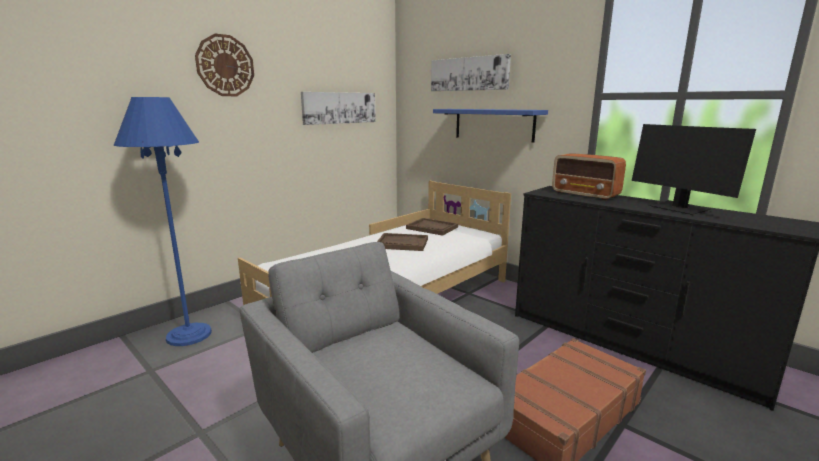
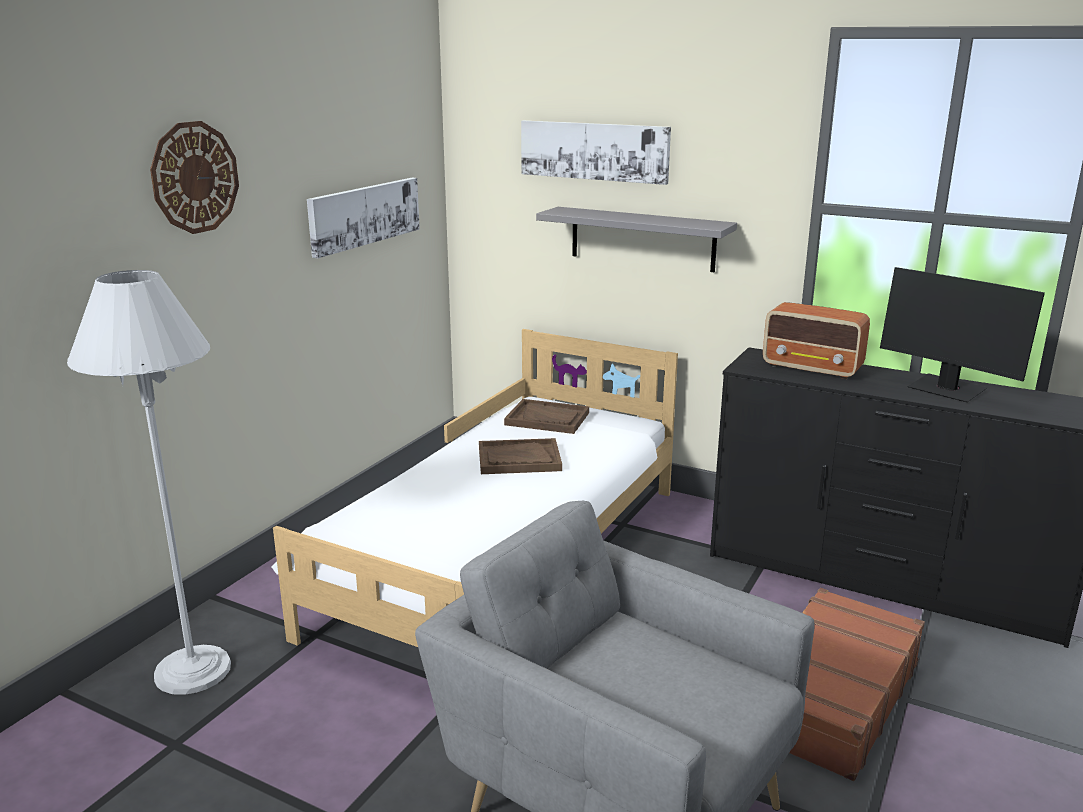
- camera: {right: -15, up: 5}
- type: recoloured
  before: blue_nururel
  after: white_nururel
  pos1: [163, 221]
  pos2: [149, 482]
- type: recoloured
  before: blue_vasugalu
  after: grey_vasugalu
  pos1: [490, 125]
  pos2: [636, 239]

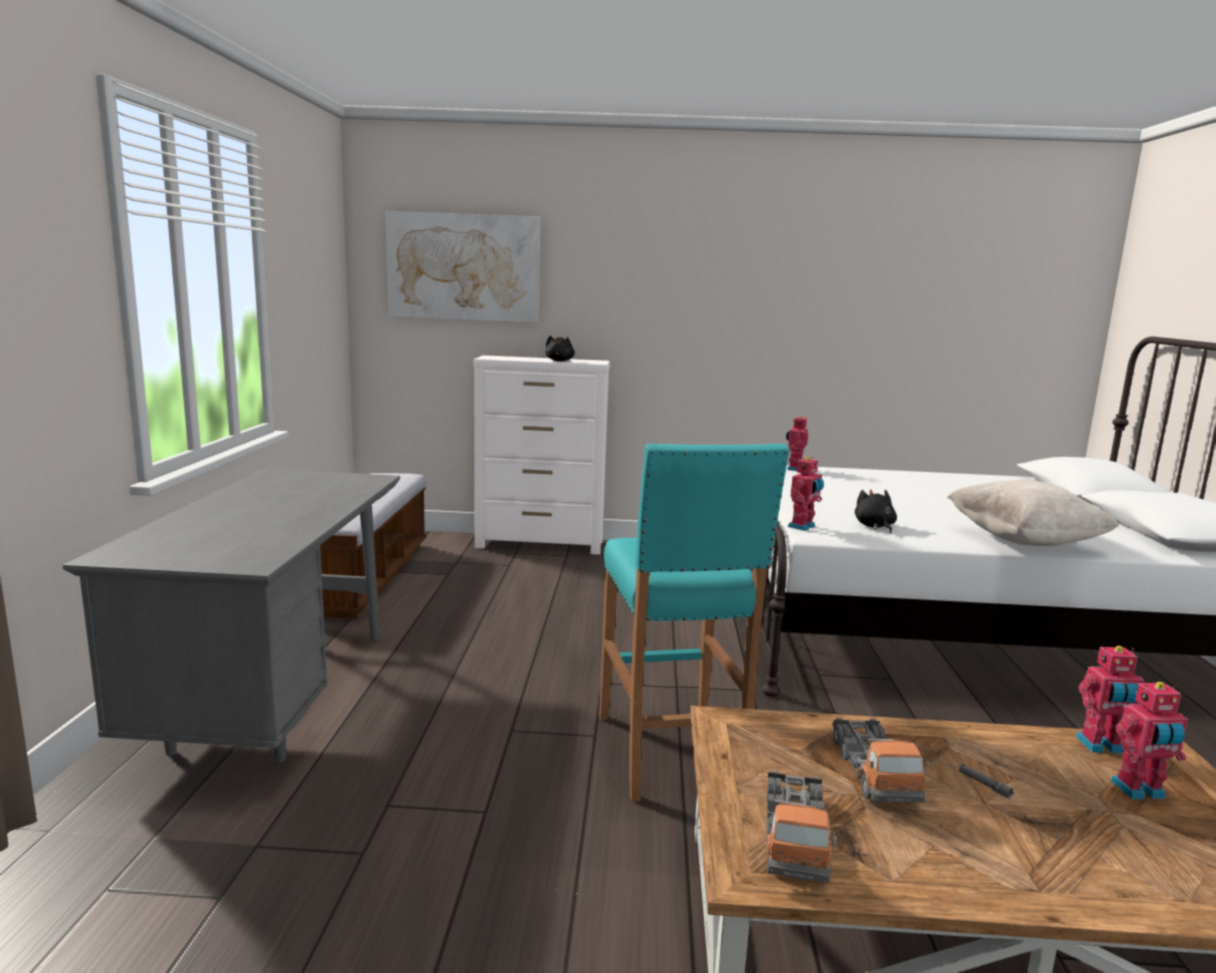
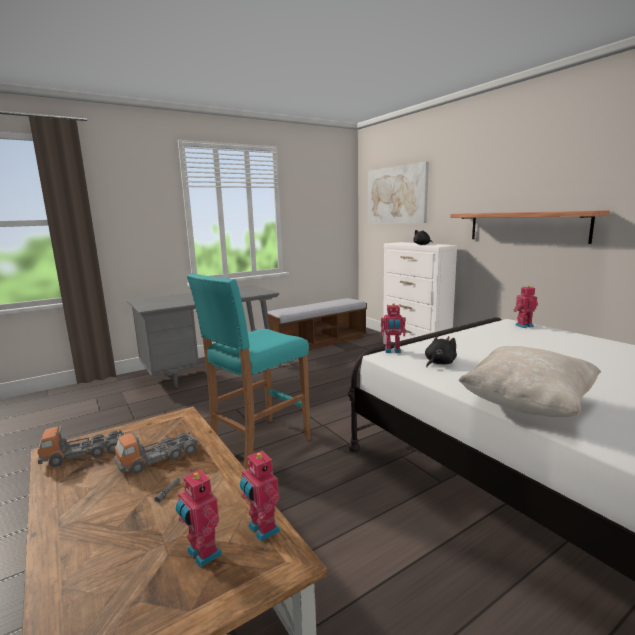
- camera: {right: 55, up: 0}
- type: added
  after: vasugalu
  pos2: [529, 227]

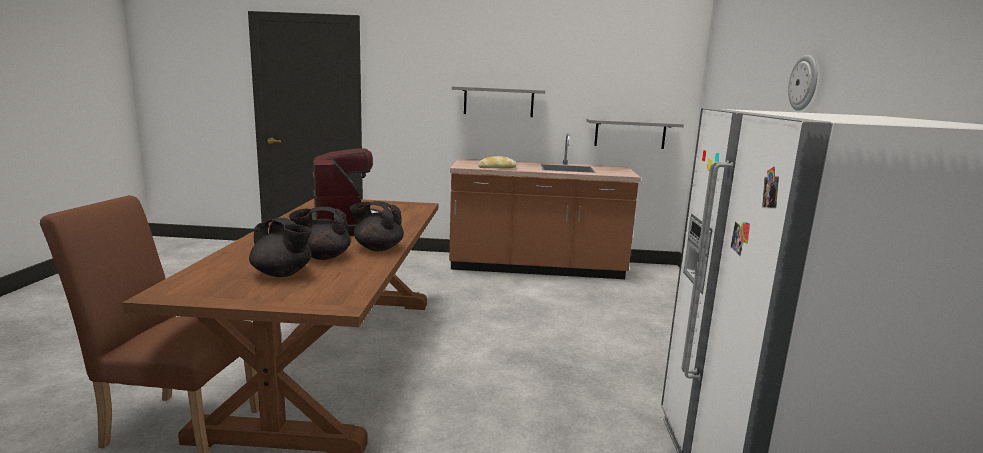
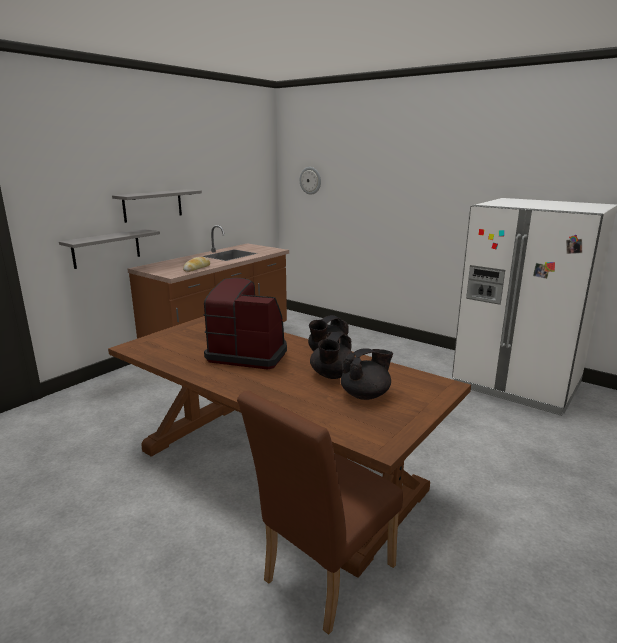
- camera: {right: -55, up: 5}
- type: moved
  before: grey_vasugalu
  pos1: [635, 133]
  pos2: [109, 249]
- type: moved
  before: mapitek
  pos1: [802, 83]
  pos2: [310, 181]

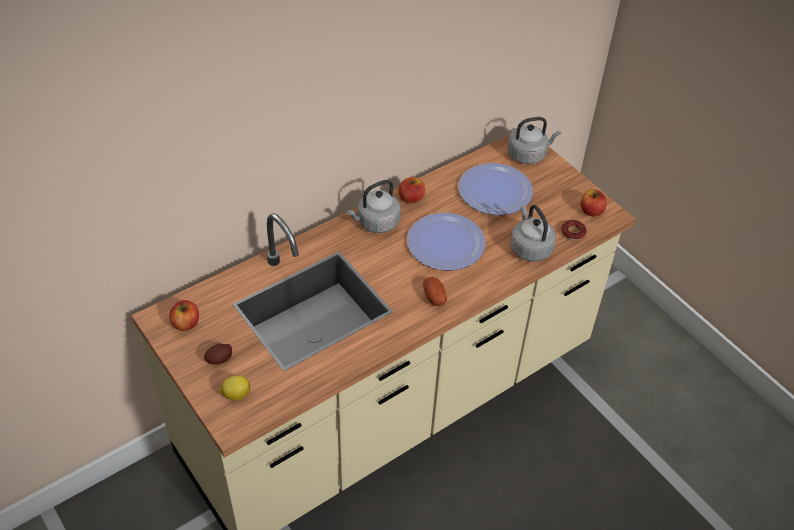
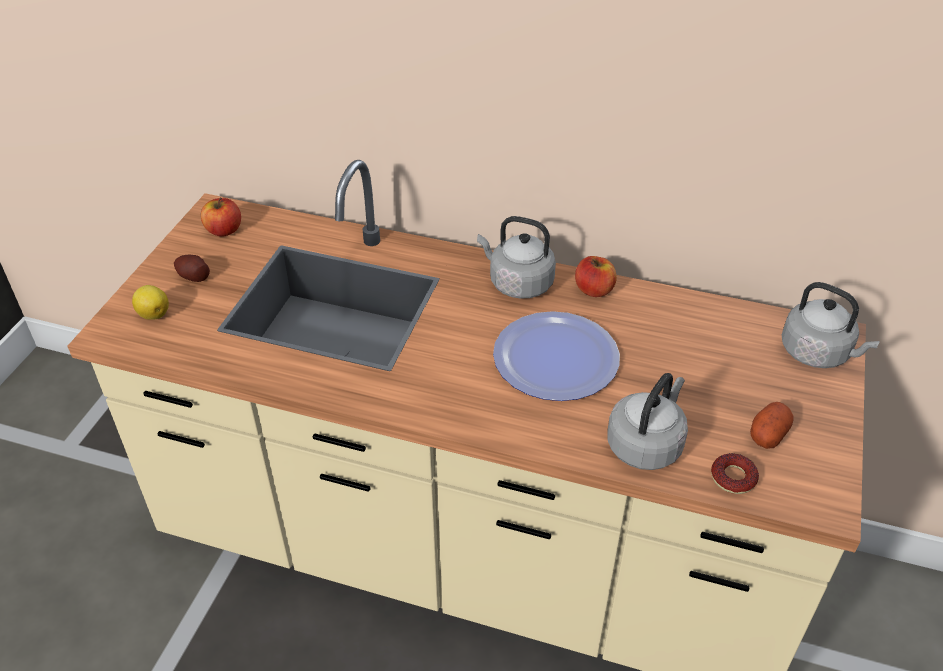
- camera: {right: 55, up: -5}
- type: removed
  before: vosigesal
  pos1: [495, 189]
- type: removed
  before: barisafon
  pos1: [594, 203]
- type: moved
  before: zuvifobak
  pos1: [435, 291]
  pos2: [772, 425]

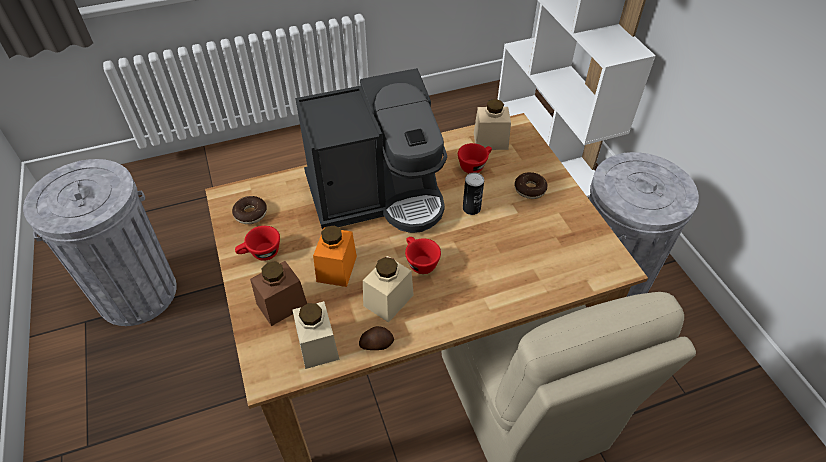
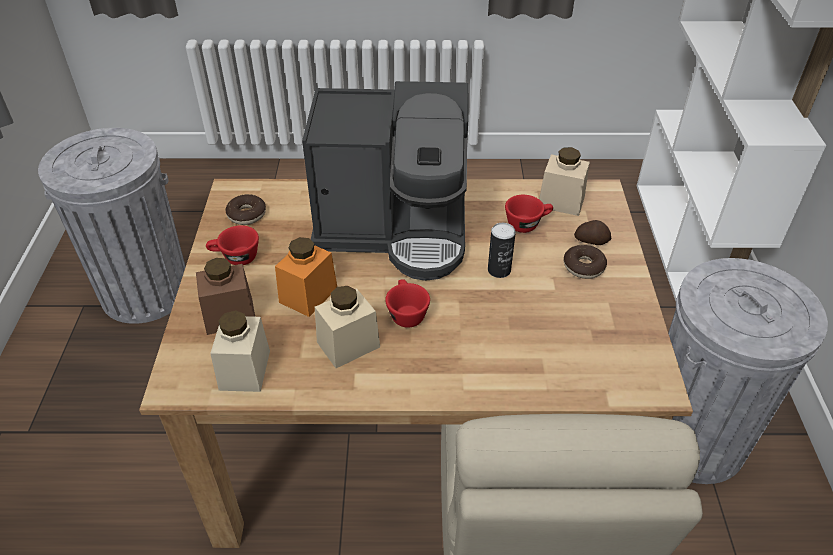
- camera: {right: 20, up: -5}
- type: moved
  before: zuvifobak
  pos1: [376, 338]
  pos2: [592, 232]

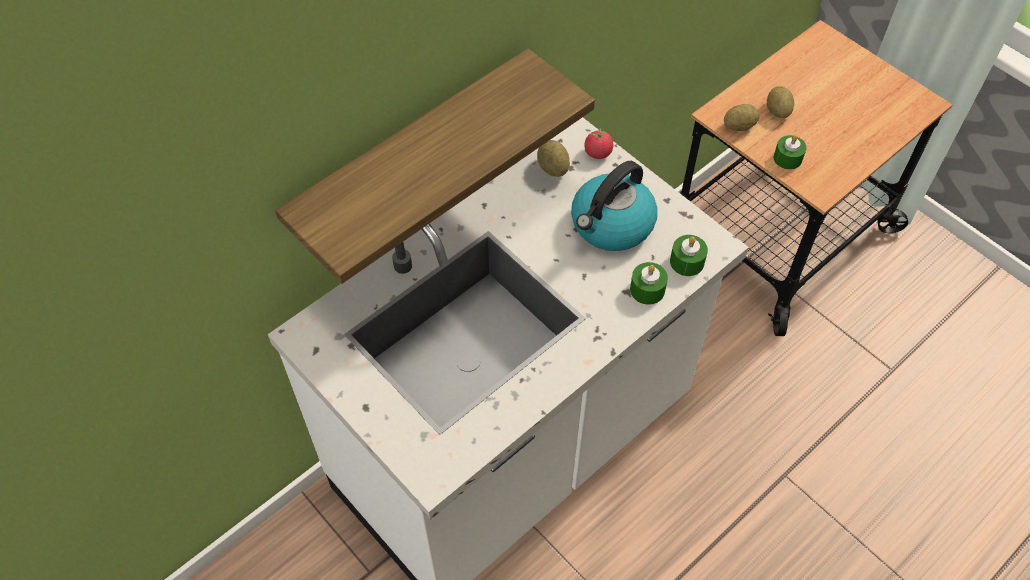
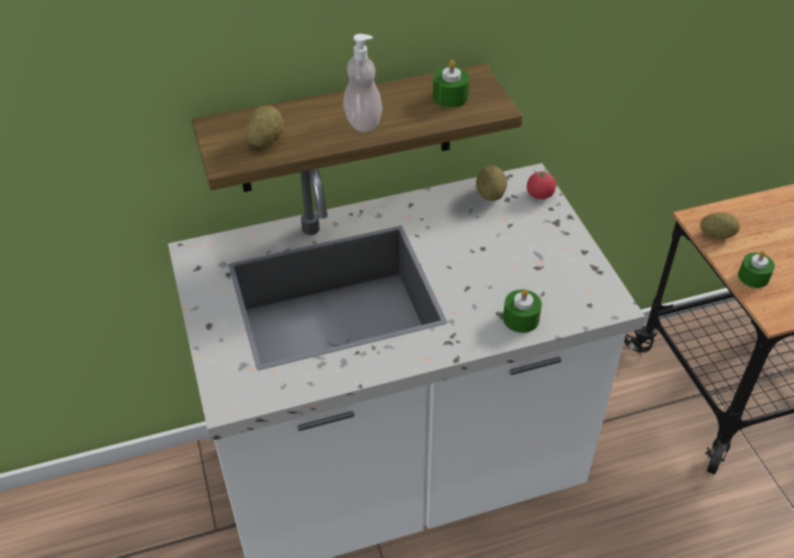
- camera: {right: 25, up: -10}
- type: removed
  before: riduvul
  pos1: [614, 206]
- type: added
  after: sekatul
  pos2: [363, 83]
- type: moved
  before: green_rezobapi
  pos1: [689, 255]
  pos2: [451, 84]
- type: moved
  before: zuvifobak
  pos1: [780, 102]
  pos2: [264, 126]

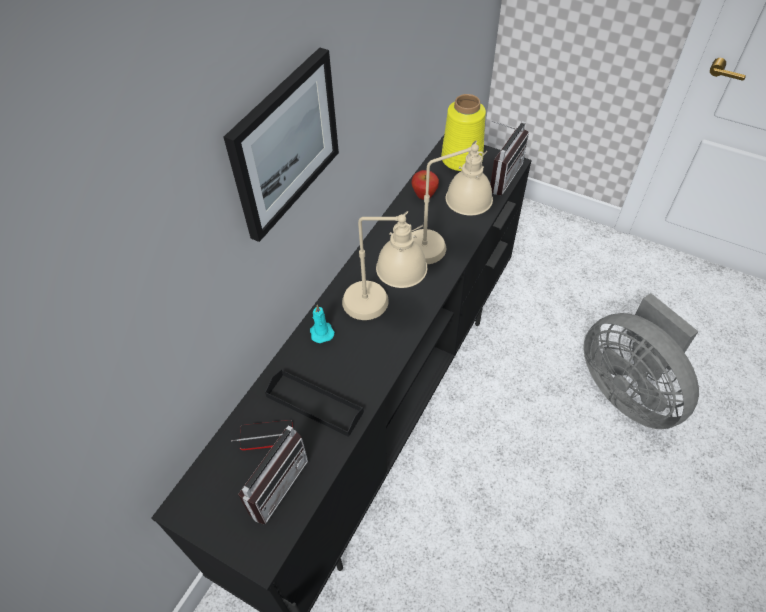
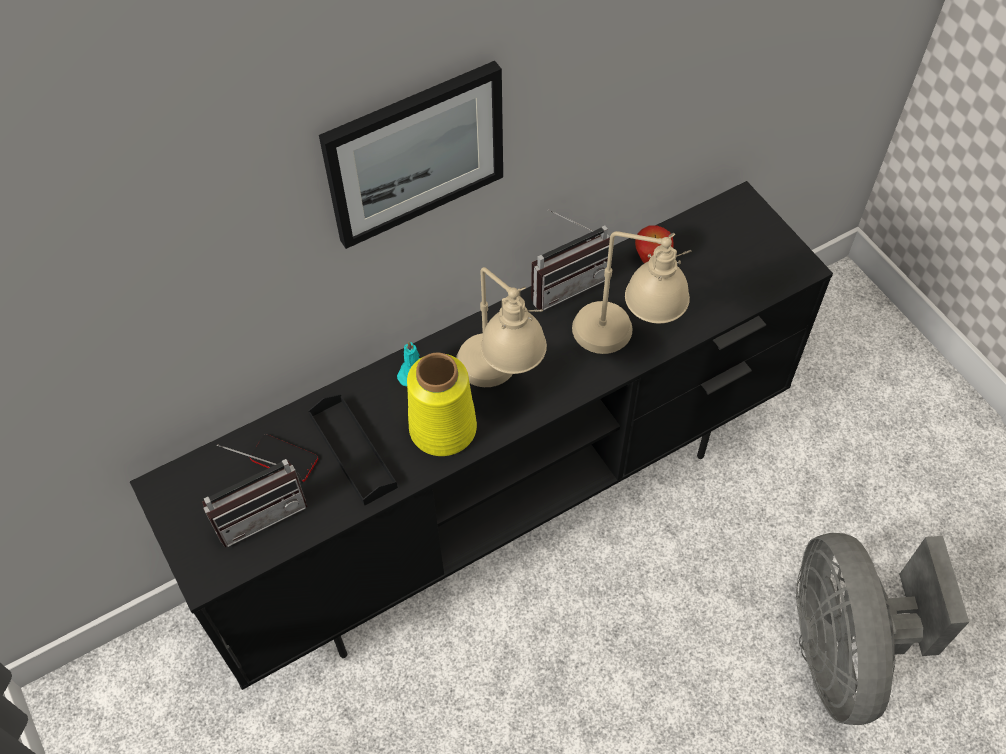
- camera: {right: 30, up: 5}
- type: moved
  before: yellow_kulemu
  pos1: [463, 132]
  pos2: [442, 404]
- type: moved
  before: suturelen
  pos1: [509, 158]
  pos2: [570, 260]

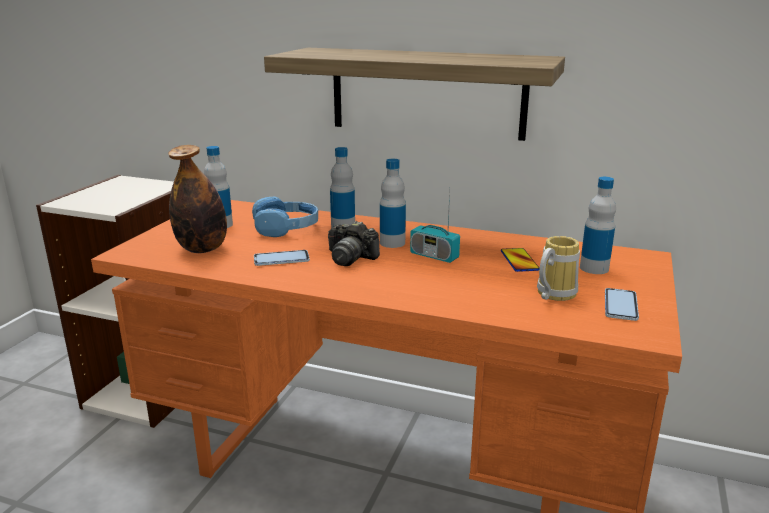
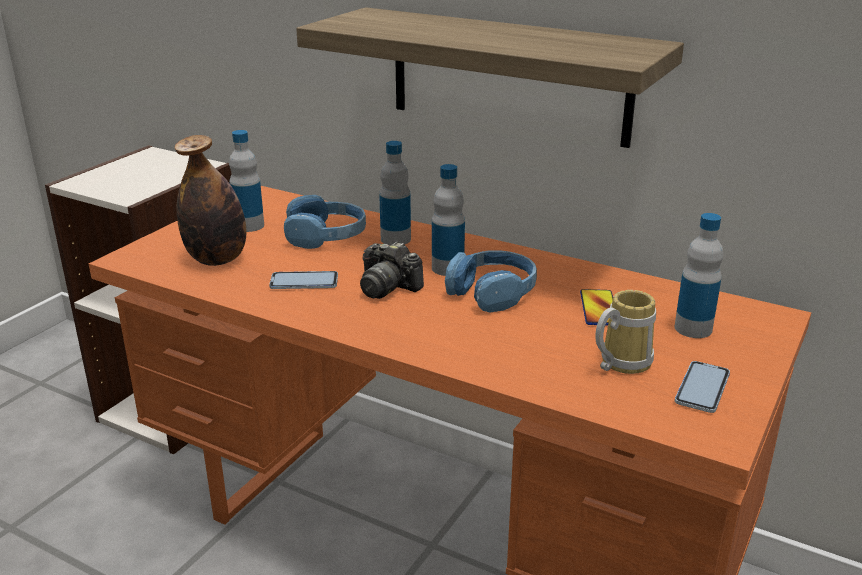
- camera: {right: 10, up: 5}
- type: replaced
  before: suturelen
  after: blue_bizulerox
  pos1: [435, 227]
  pos2: [491, 281]

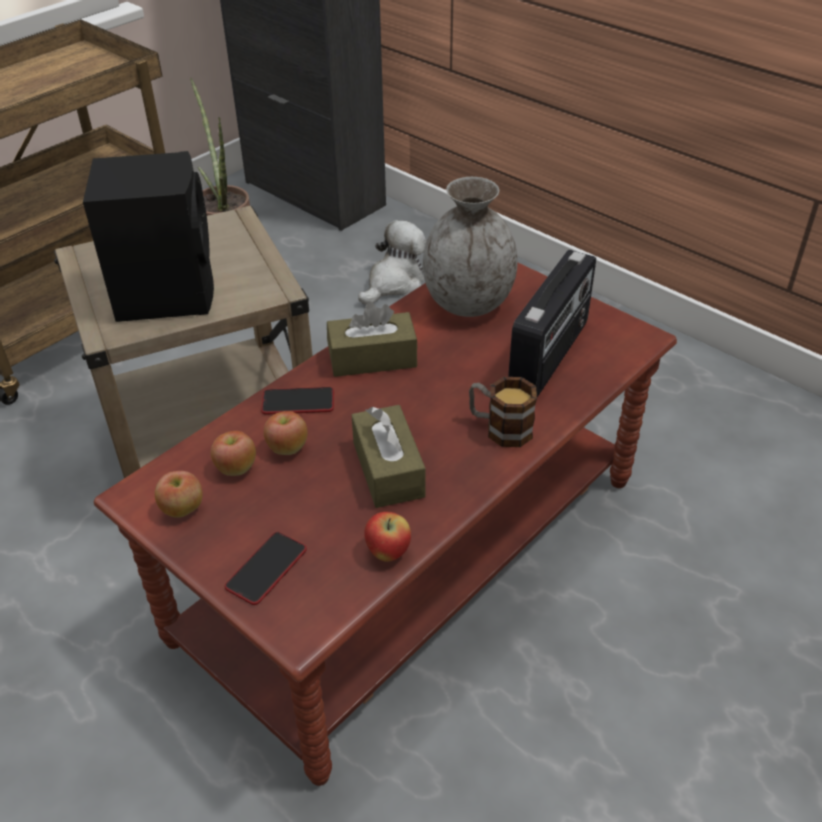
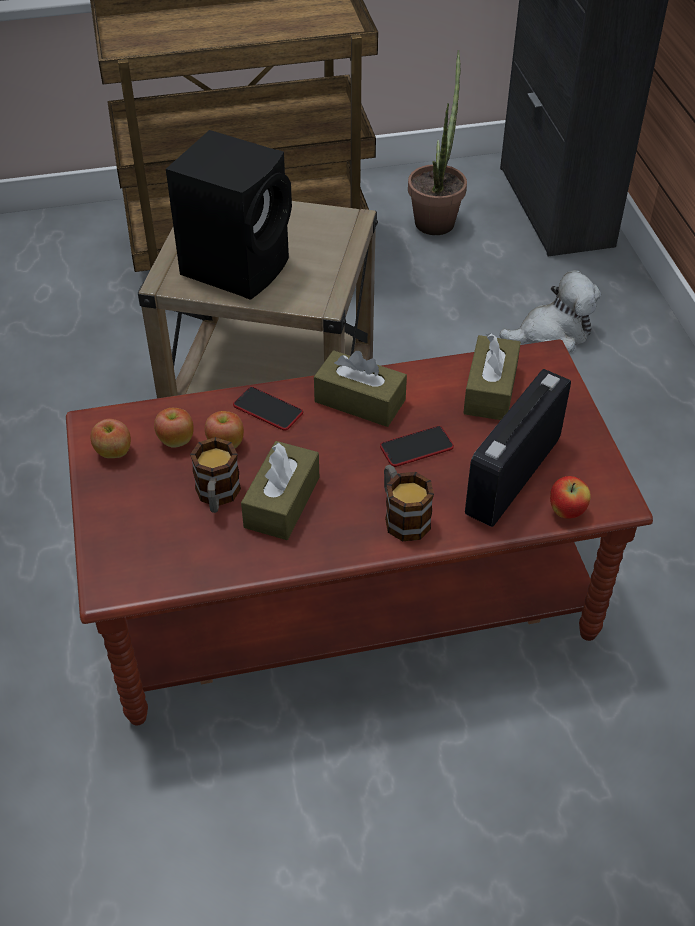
- camera: {right: 35, up: 5}
- type: added
  after: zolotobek
  pos2: [215, 475]
- type: moved
  before: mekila
  pos1: [266, 568]
  pos2: [417, 446]
- type: moved
  before: barisafon
  pos1: [387, 537]
  pos2: [570, 497]
- type: replaced
  before: grey_kulemu
  after: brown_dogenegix
  pos1: [470, 247]
  pos2: [492, 376]
- type: turned
  before: suturelen
  pos1: [552, 323]
  pos2: [518, 448]
  turn: 150

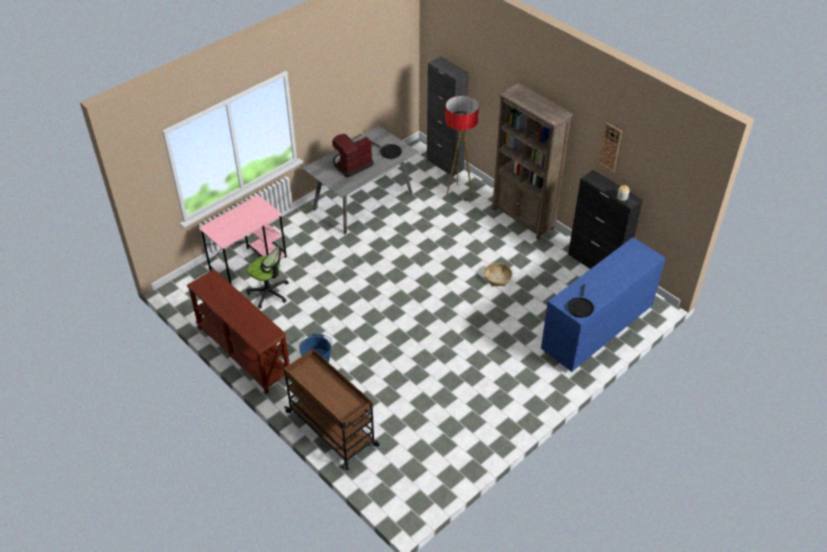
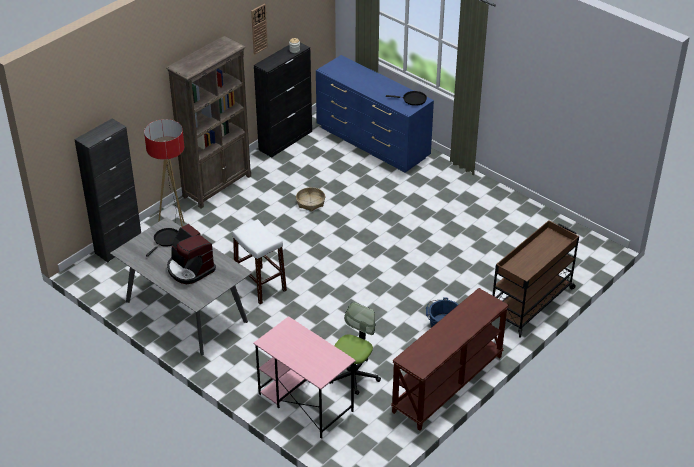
- camera: {right: -95, up: -5}
- type: added
  after: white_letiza
  pos2: [259, 261]

